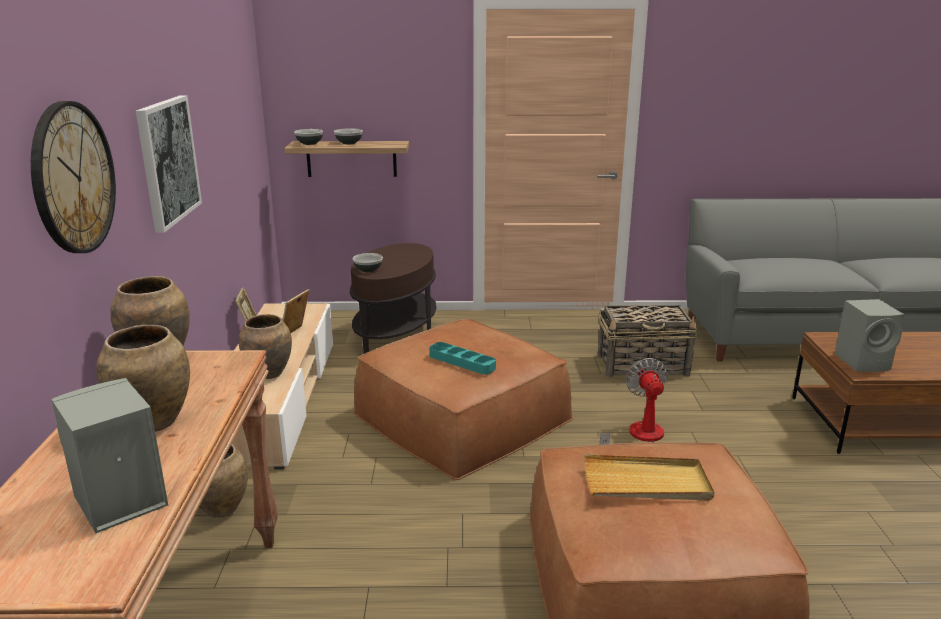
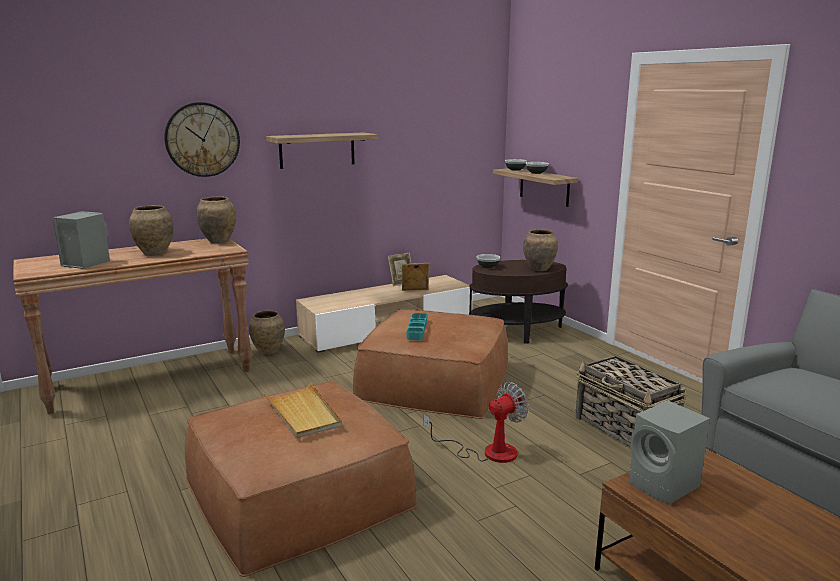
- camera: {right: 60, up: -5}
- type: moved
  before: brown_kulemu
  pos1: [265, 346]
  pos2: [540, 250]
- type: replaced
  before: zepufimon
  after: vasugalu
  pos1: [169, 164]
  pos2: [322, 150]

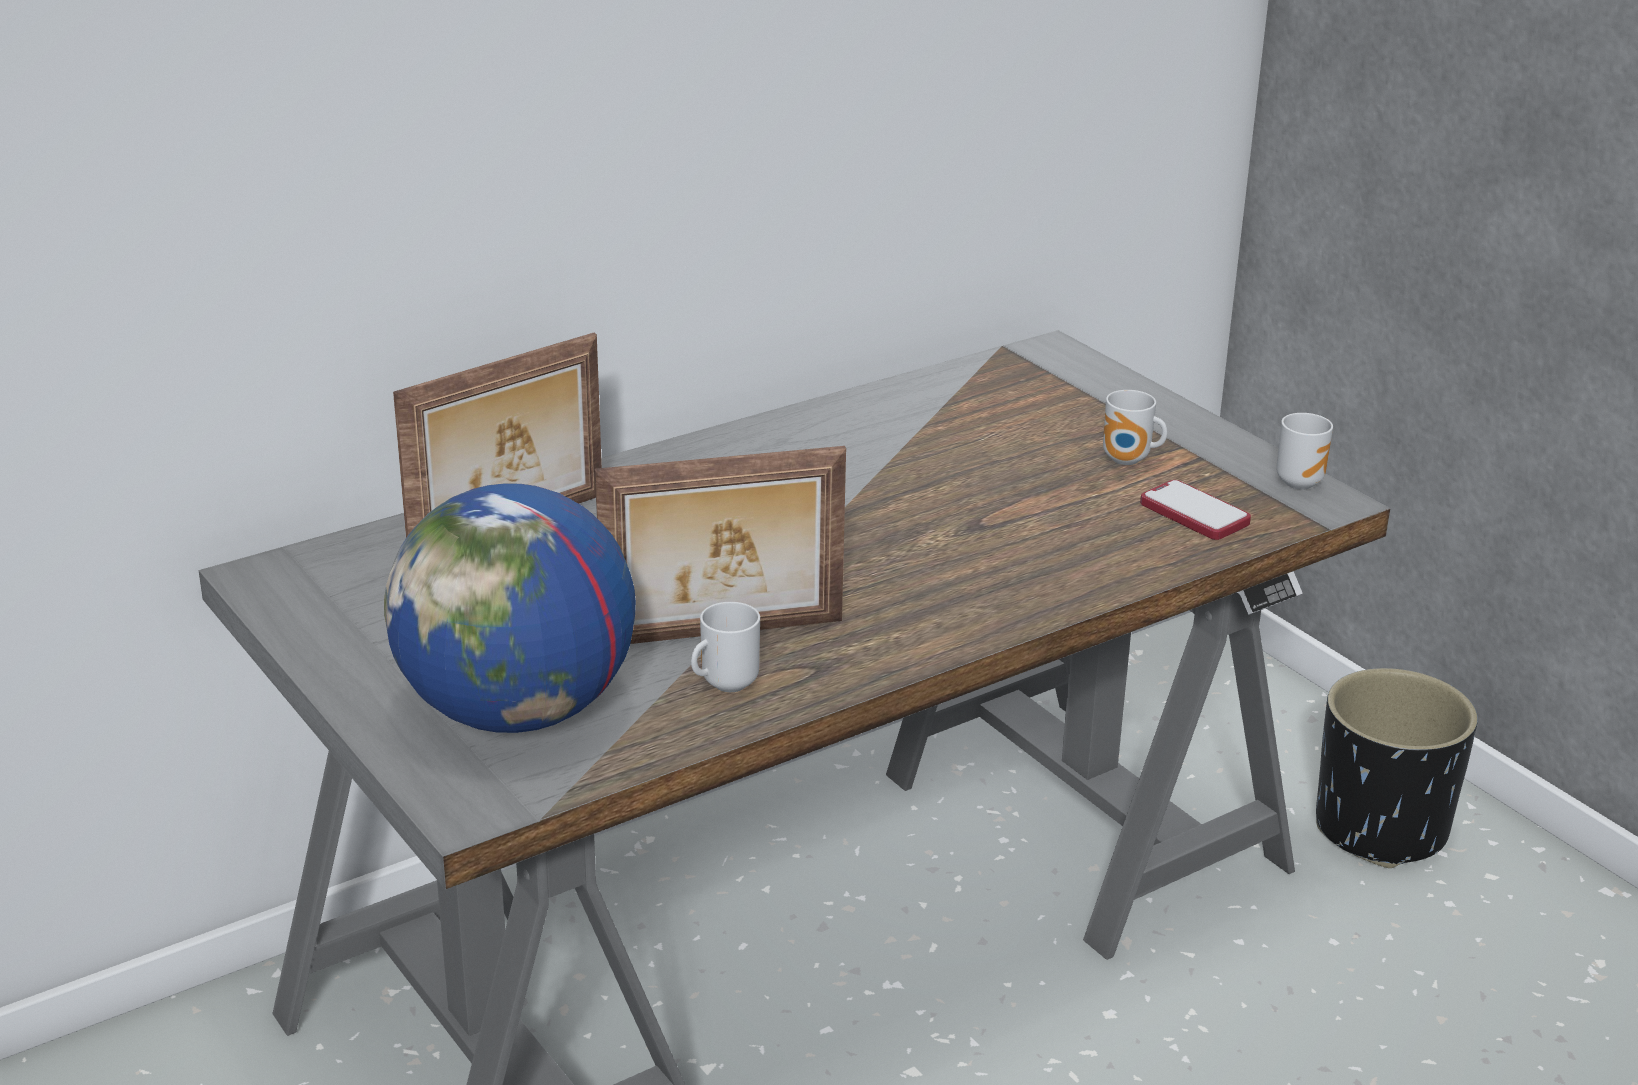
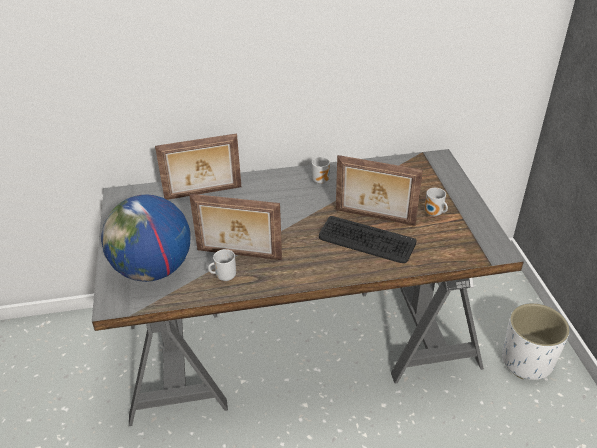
- camera: {right: 25, up: 10}
- type: removed
  before: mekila
  pos1: [1195, 510]
- type: added
  after: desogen
  pos2: [367, 239]
- type: added
  after: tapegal
  pos2: [379, 190]
- type: moved
  before: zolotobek
  pos1: [1304, 451]
  pos2: [321, 170]
- type: recoloured
  before: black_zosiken
  after: white_zosiken
  pos1: [1397, 768]
  pos2: [536, 341]

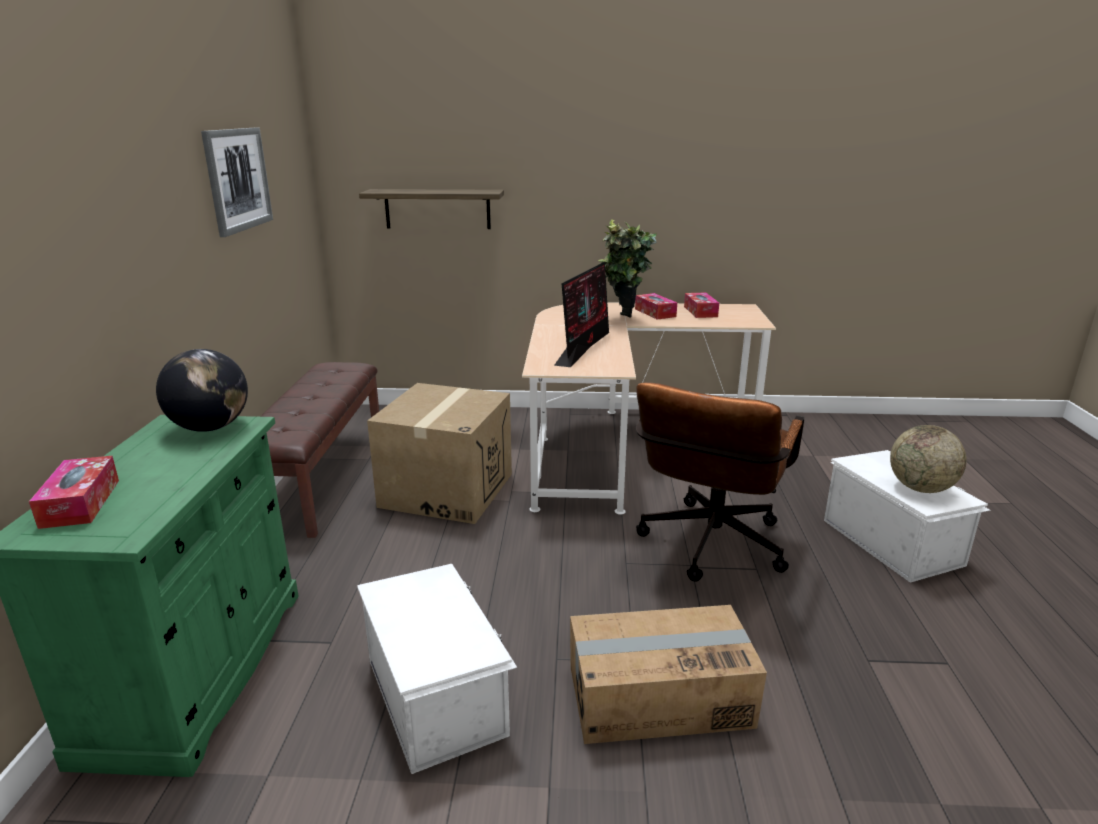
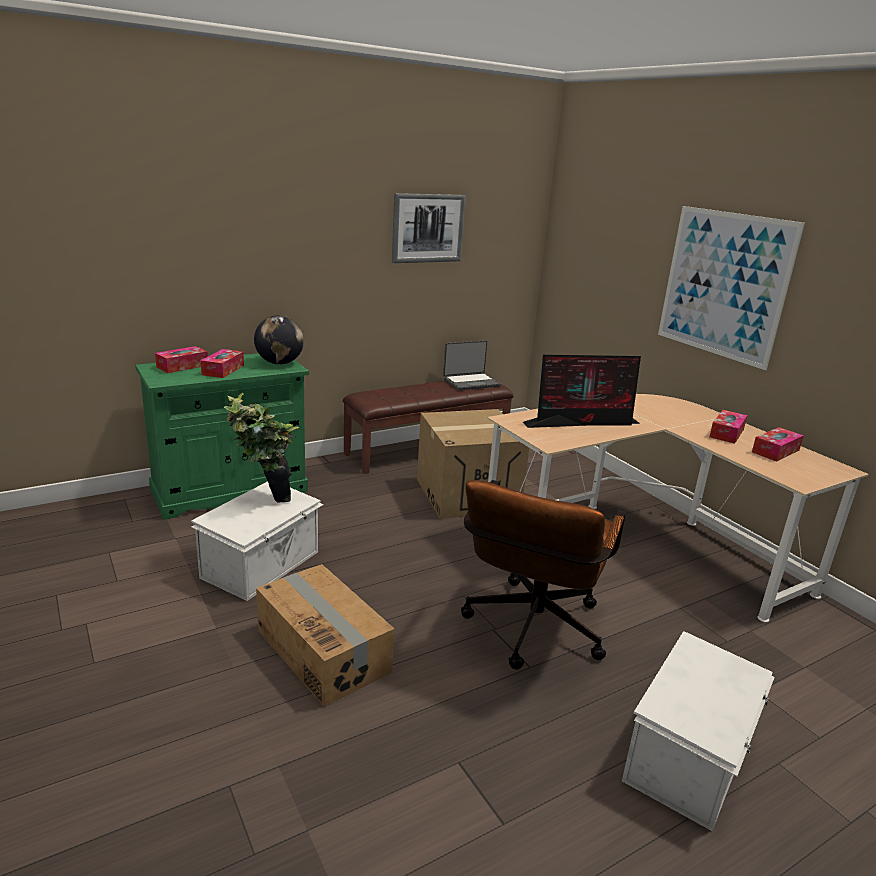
- camera: {right: 55, up: 0}
- type: removed
  before: vasugalu
  pos1: [431, 209]
- type: removed
  before: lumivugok
  pos1: [928, 459]
- type: added
  after: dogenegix
  pos2: [222, 363]
- type: added
  after: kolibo
  pos2: [472, 365]
- type: added
  after: zepufimon
  pos2: [731, 288]
- type: moved
  before: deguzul
  pos1: [627, 268]
  pos2: [261, 448]
- type: turned
  before: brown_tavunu
  pos1: [720, 482]
  pos2: [543, 575]
  turn: -60

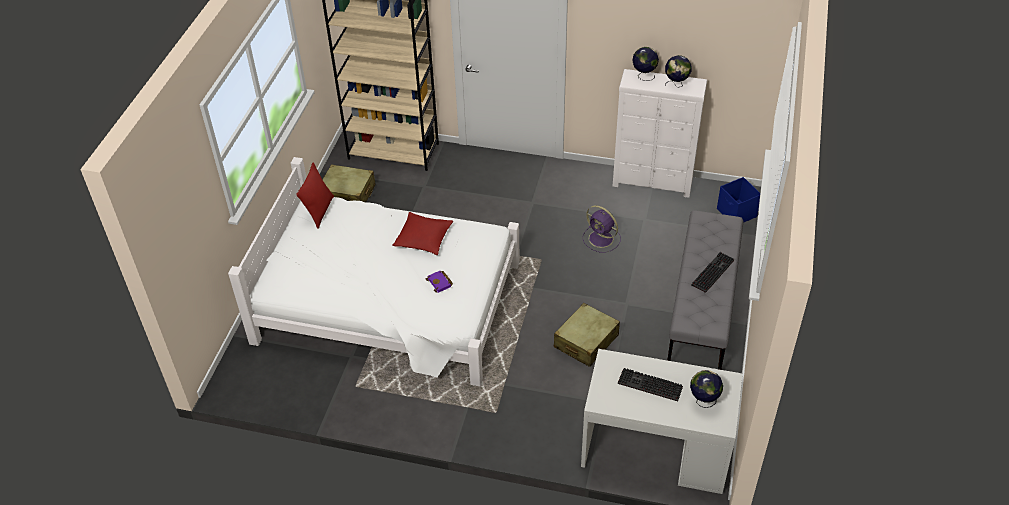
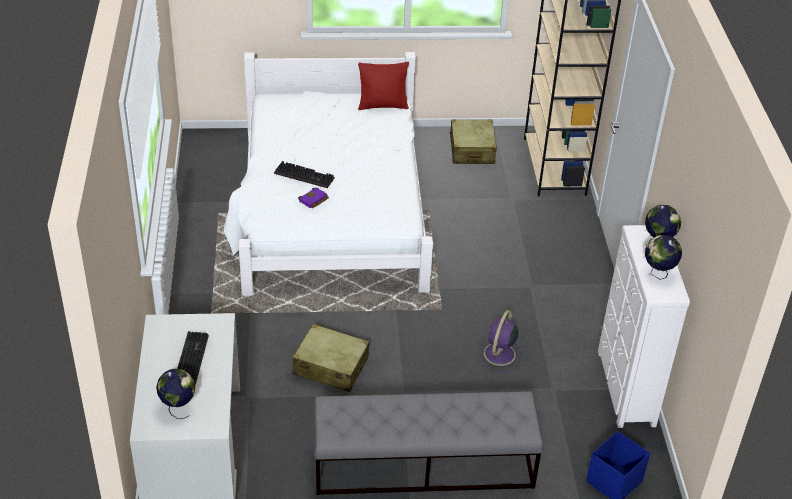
- camera: {right: 70, up: -5}
- type: removed
  before: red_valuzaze
  pos1: [423, 233]
- type: moved
  before: desogen
  pos1: [712, 272]
  pos2: [304, 174]

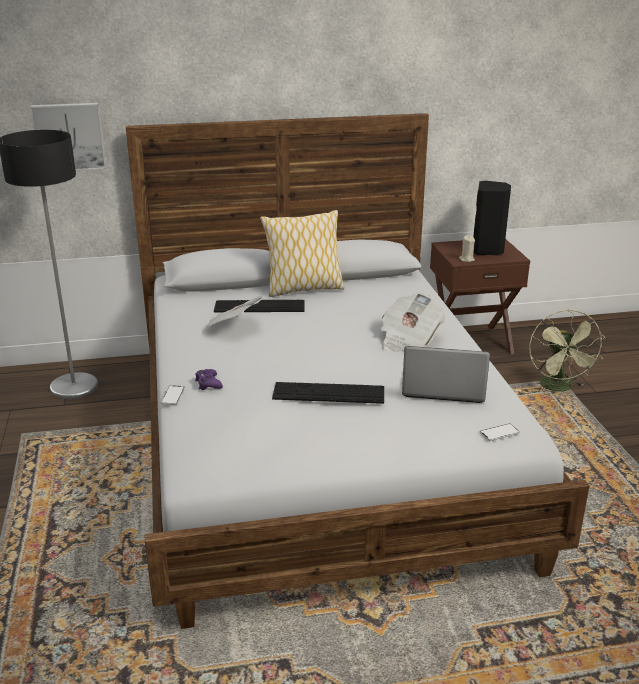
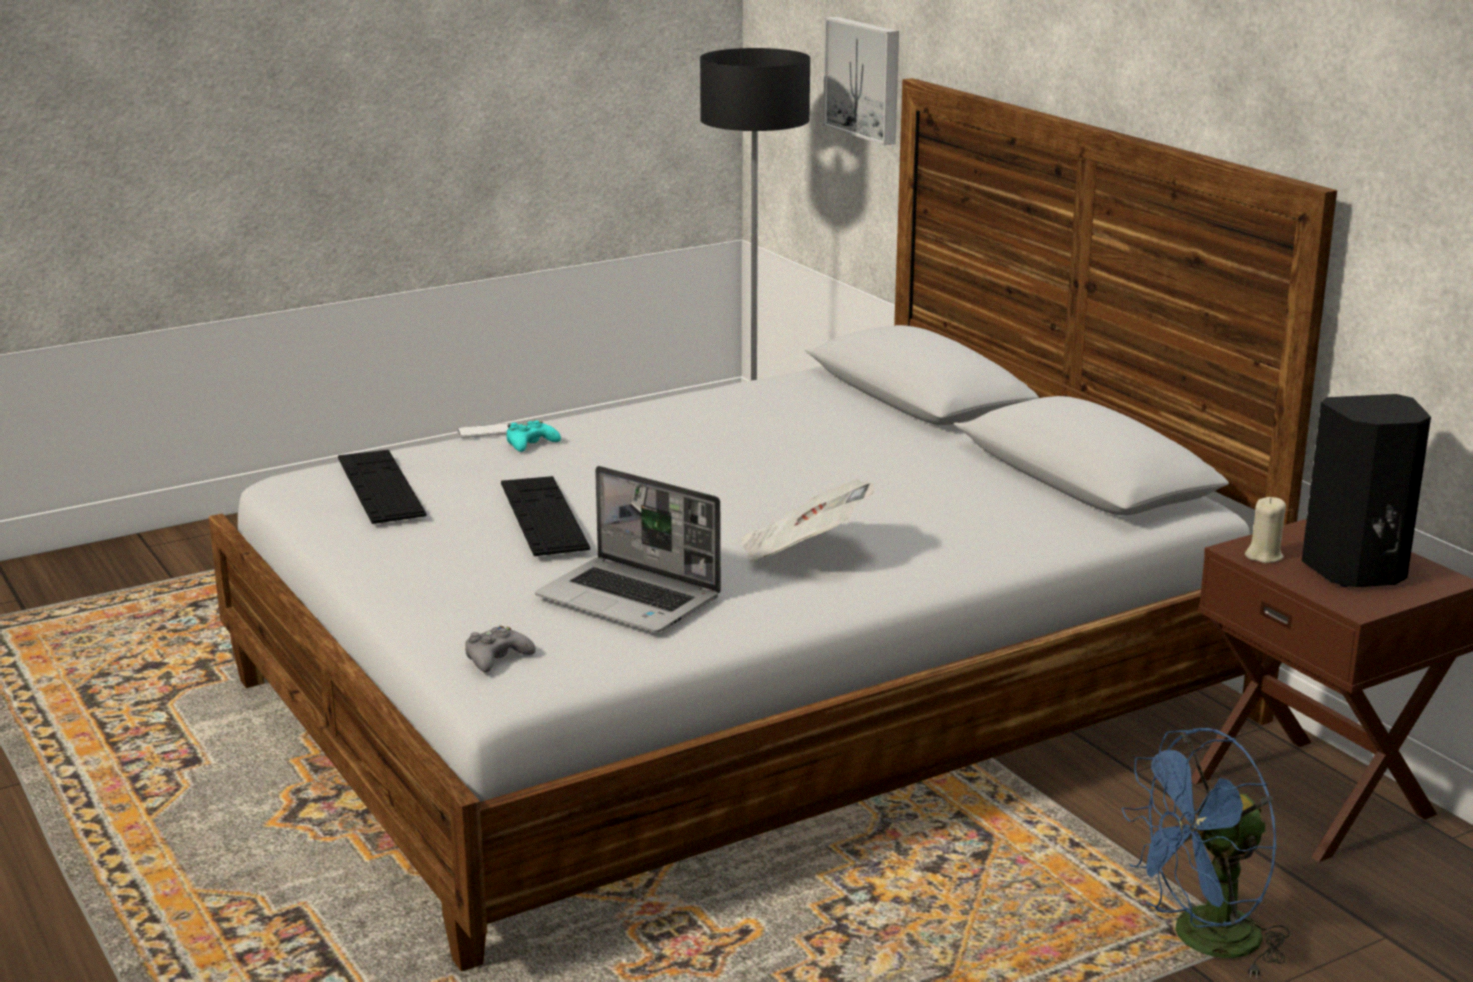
- camera: {right: 70, up: -5}
- type: removed
  before: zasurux
  pos1: [233, 311]
- type: removed
  before: valuzaze
  pos1: [302, 253]
- type: moved
  before: desogen
  pos1: [259, 306]
  pos2: [382, 487]
- type: replaced
  before: mekila
  after: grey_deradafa
  pos1: [500, 432]
  pos2: [500, 649]
- type: recoloured
  before: purple_deradafa
  after: turquoise_deradafa
  pos1: [209, 379]
  pos2: [534, 436]
- type: recoloured
  before: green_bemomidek
  after: blue_bemomidek
  pos1: [567, 350]
  pos2: [1206, 853]
- type: turned
  before: kolibo
  pos1: [446, 374]
  pos2: [628, 549]
  turn: 135

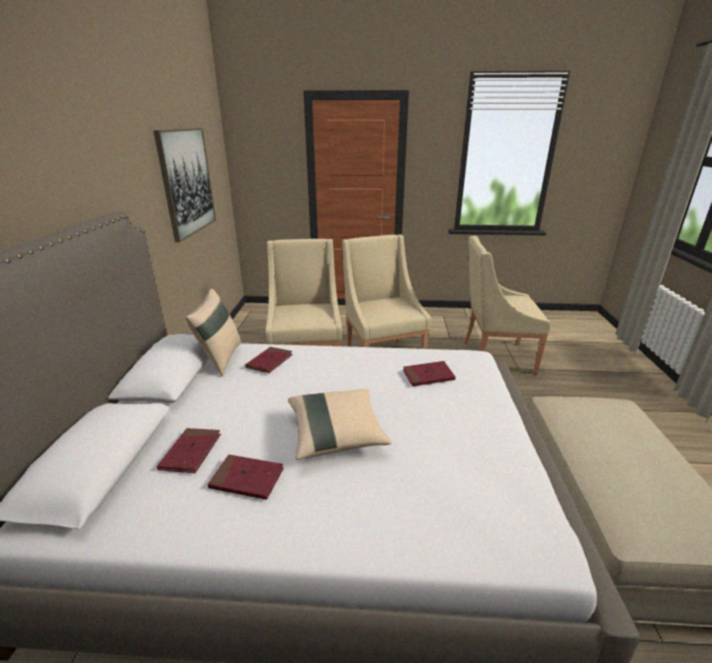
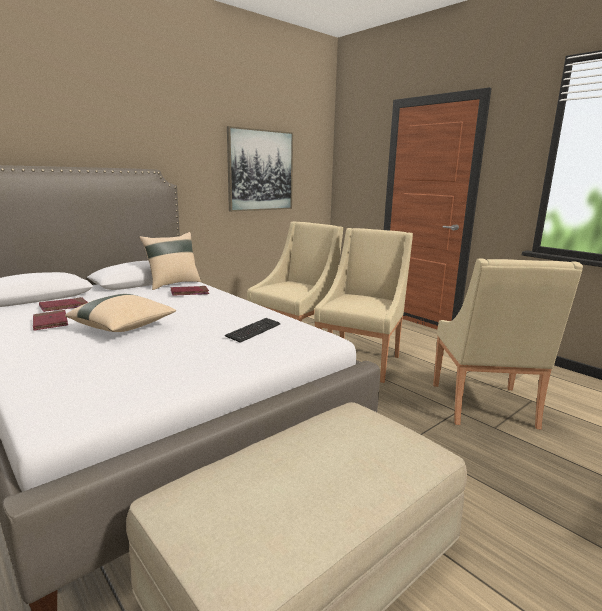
- camera: {right: 45, up: -10}
- type: replaced
  before: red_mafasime
  after: desogen
  pos1: [429, 374]
  pos2: [252, 330]
- type: turned
  before: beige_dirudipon
  pos1: [507, 305]
  pos2: [508, 343]
  turn: -135

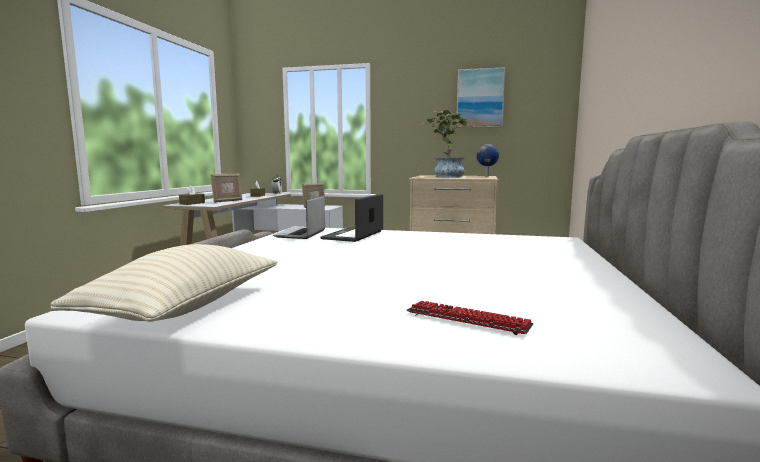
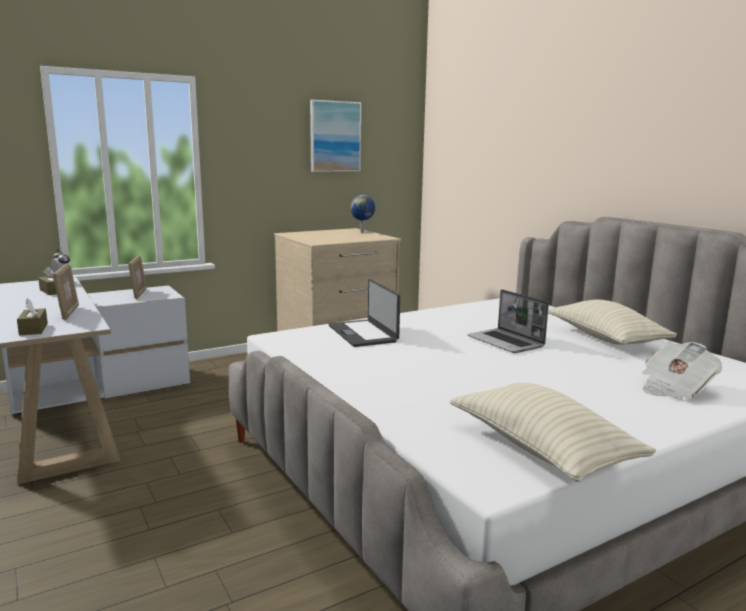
- camera: {right: -45, up: 5}
- type: removed
  before: deguzul
  pos1: [444, 144]
- type: added
  after: beige_valuzaze
  pos2: [612, 322]
- type: moved
  before: kolibo
  pos1: [299, 217]
  pos2: [508, 321]
- type: replaced
  before: desogen
  after: zasurux
  pos1: [470, 317]
  pos2: [682, 370]

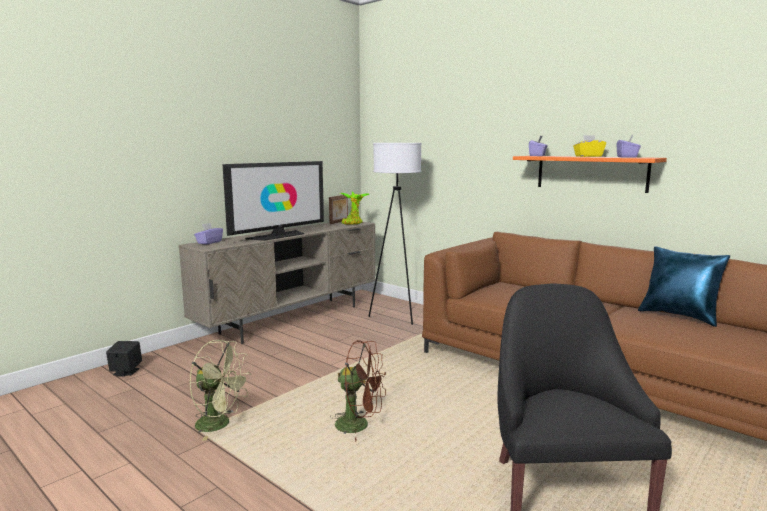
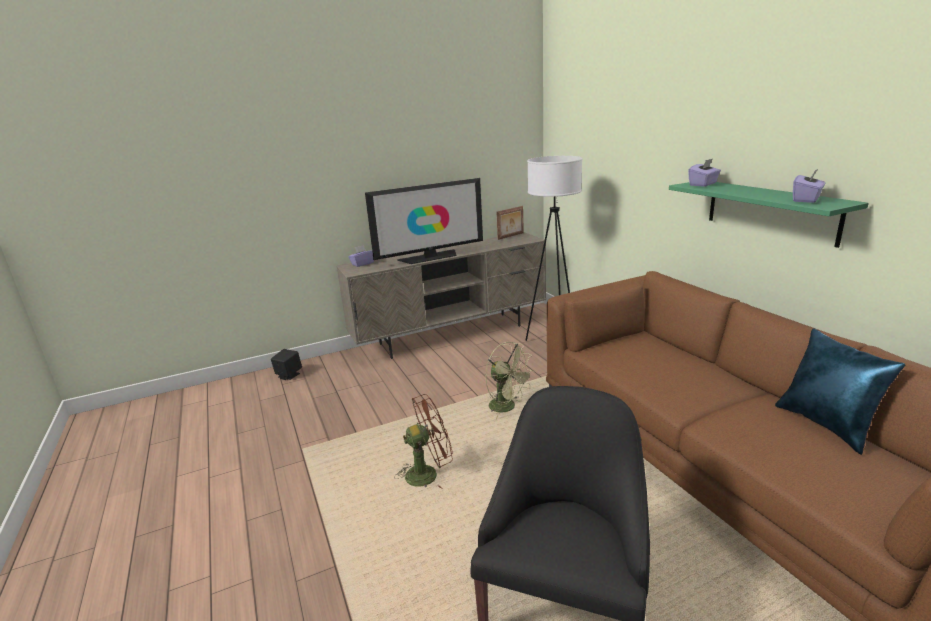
- camera: {right: 25, up: 10}
- type: removed
  before: deguzul
  pos1: [355, 208]
- type: removed
  before: yellow_dogenegix
  pos1: [589, 146]
- type: moved
  before: green_bemomidek
  pos1: [220, 390]
  pos2: [509, 380]
- type: recoloured
  before: orange_vasugalu
  after: green_vasugalu
  pos1: [590, 174]
  pos2: [769, 215]
- type: turned
  before: brown_bemomidek
  pos1: [359, 390]
  pos2: [424, 441]
  turn: -60

